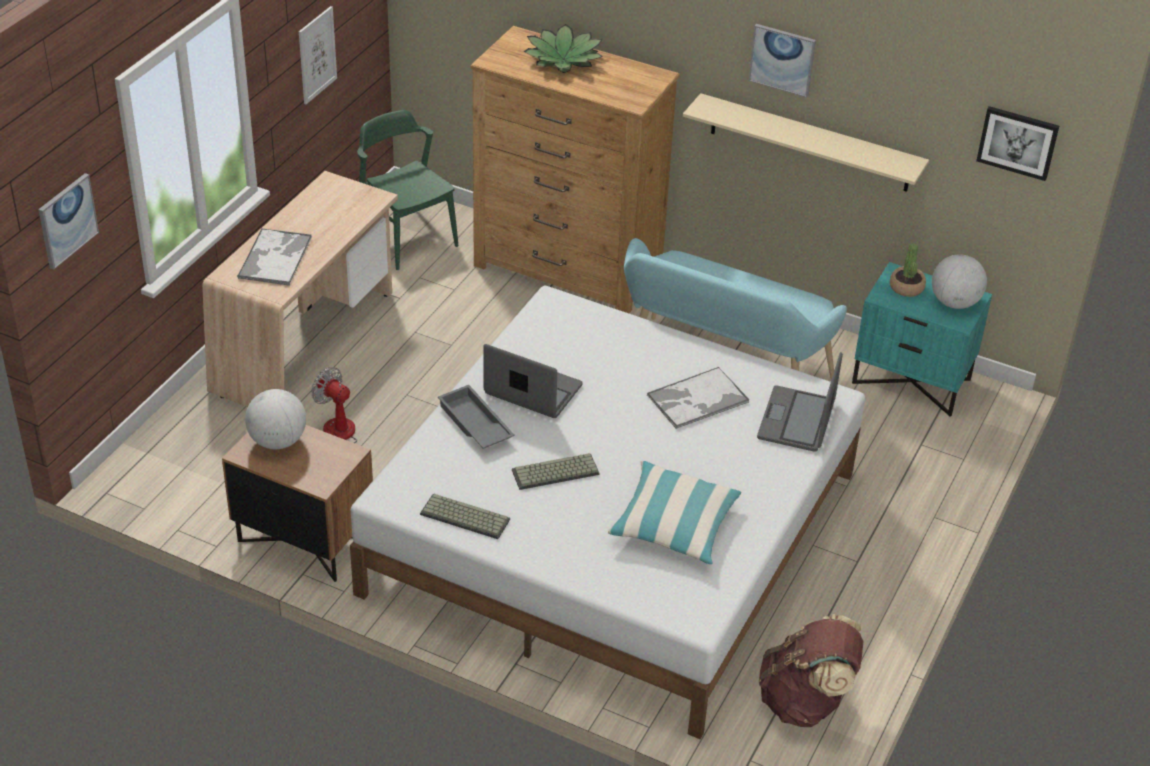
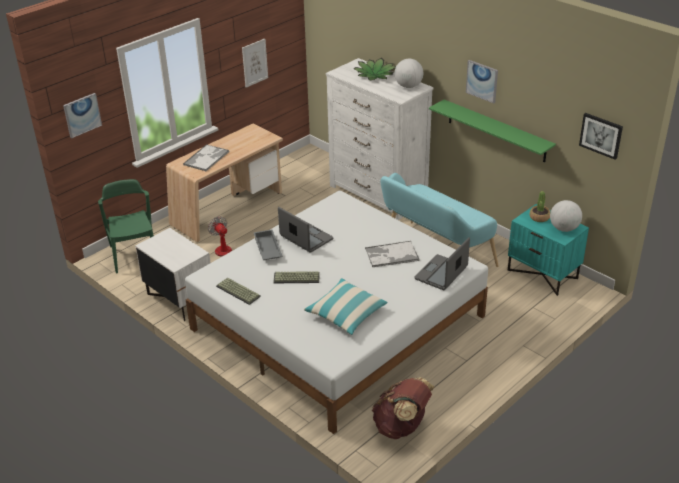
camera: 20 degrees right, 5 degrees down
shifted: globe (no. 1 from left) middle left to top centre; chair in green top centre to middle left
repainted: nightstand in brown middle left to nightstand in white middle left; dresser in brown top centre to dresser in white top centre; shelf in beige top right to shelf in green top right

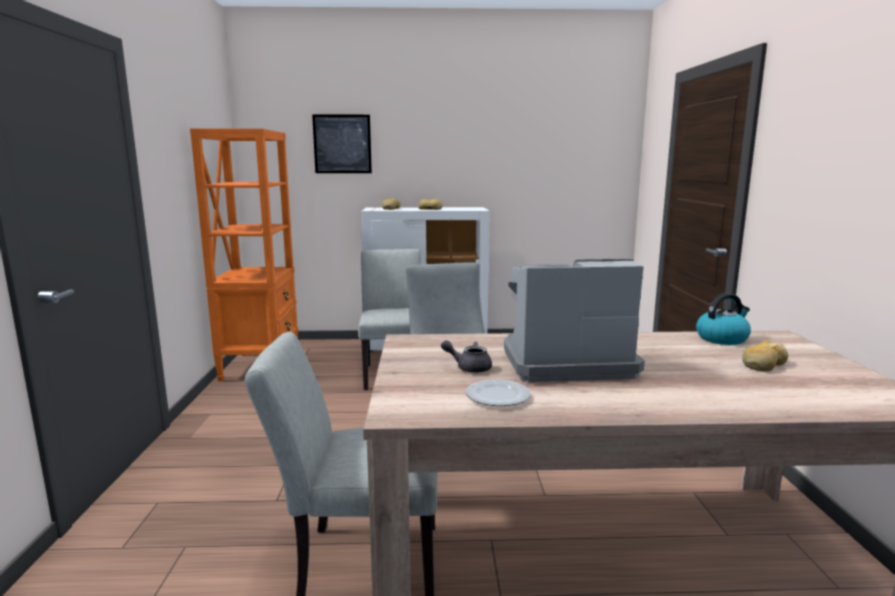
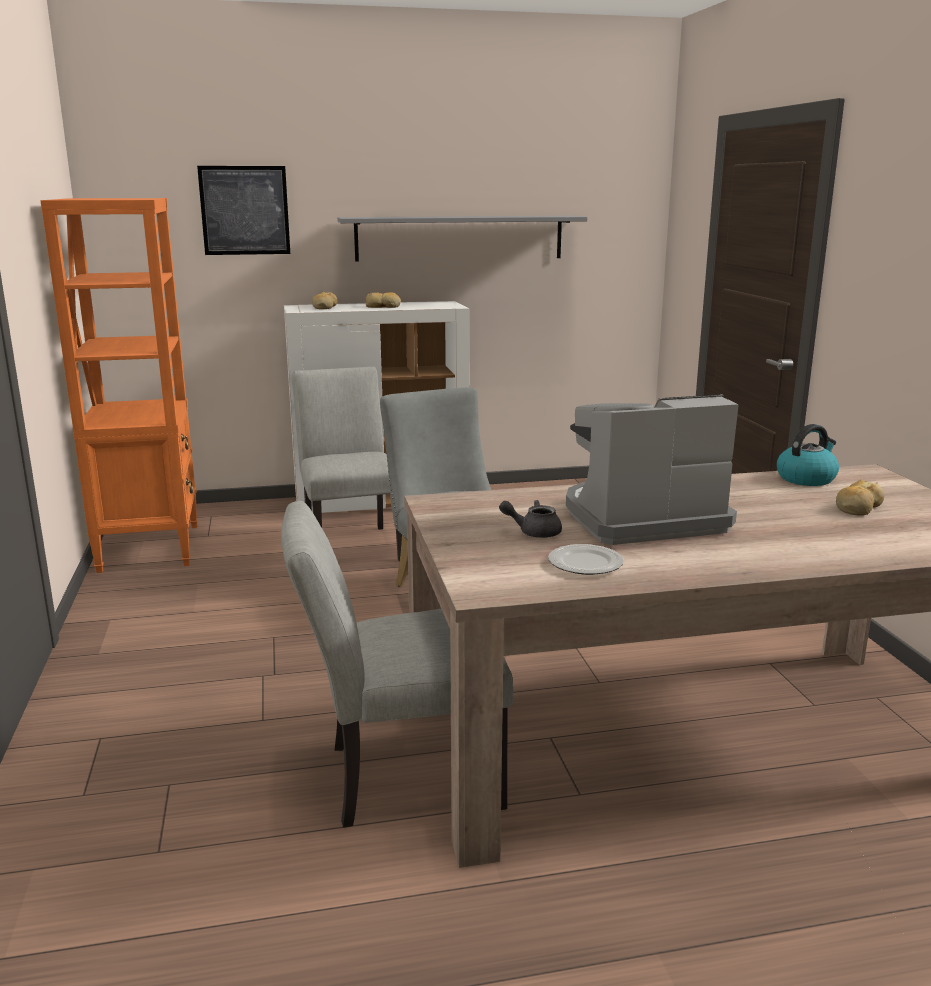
camera: 10 degrees left, 5 degrees up
new: shelf in grey top centre

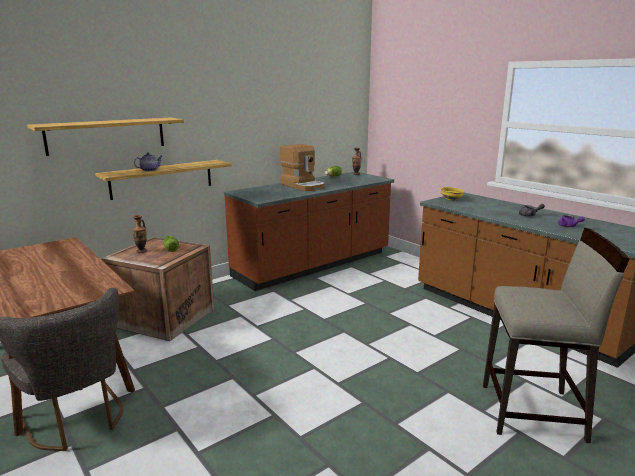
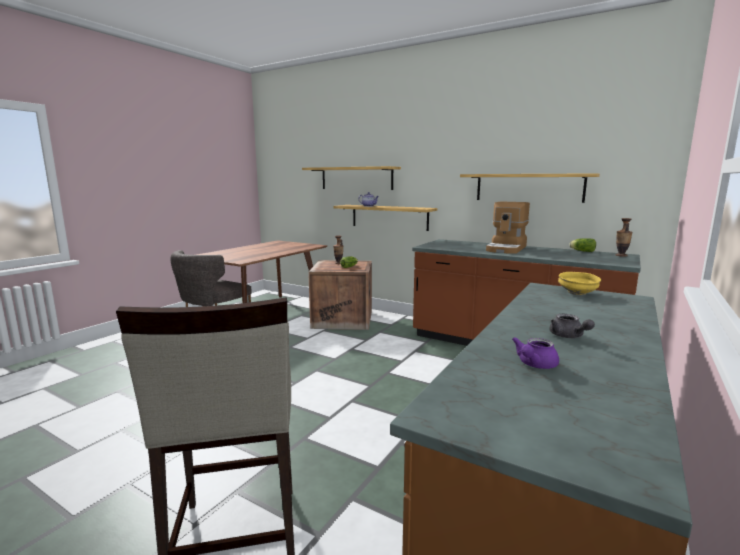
camera: 70 degrees right, 5 degrees down
new: shelf (no. 3 from left) middle right

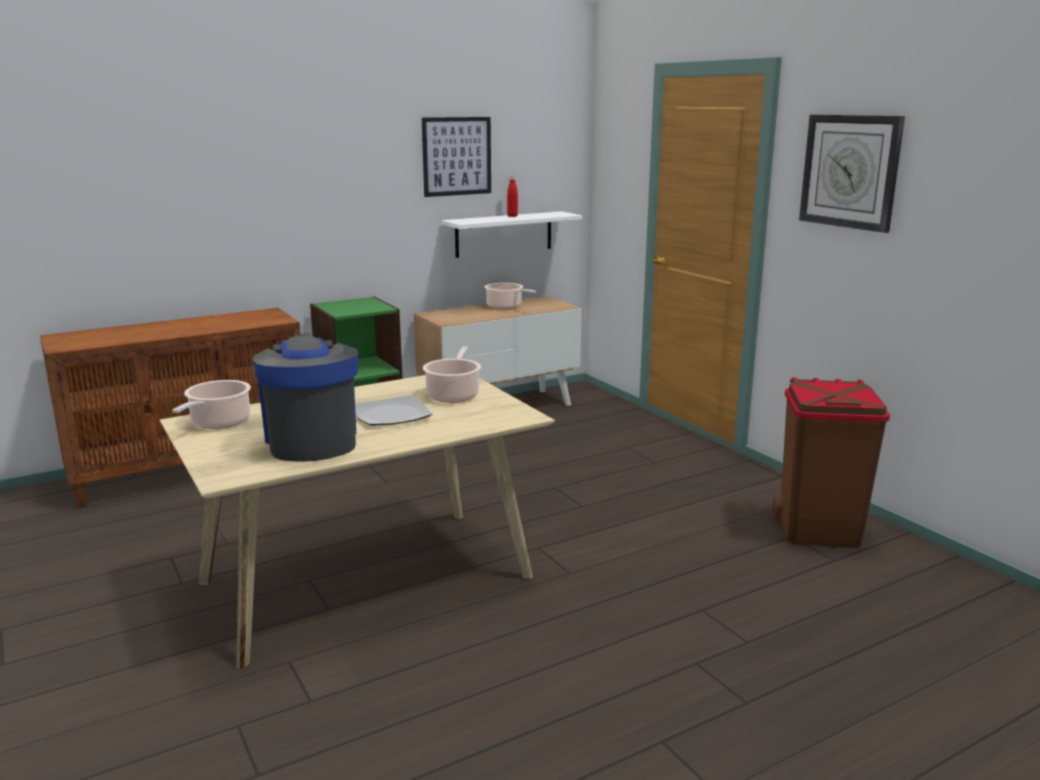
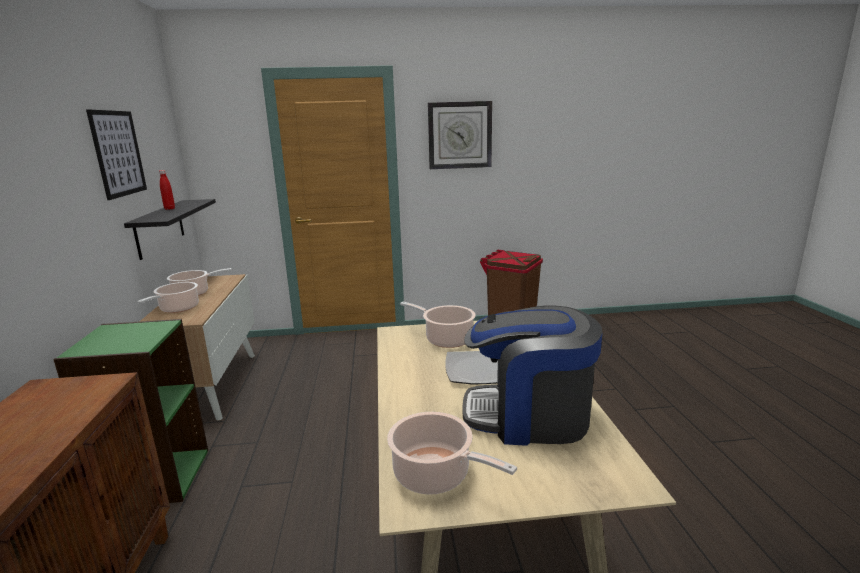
camera: 65 degrees left, 0 degrees up
new: cooking pot (no. 1 from left) middle left
repainted: shelf in white top centre to shelf in black middle left

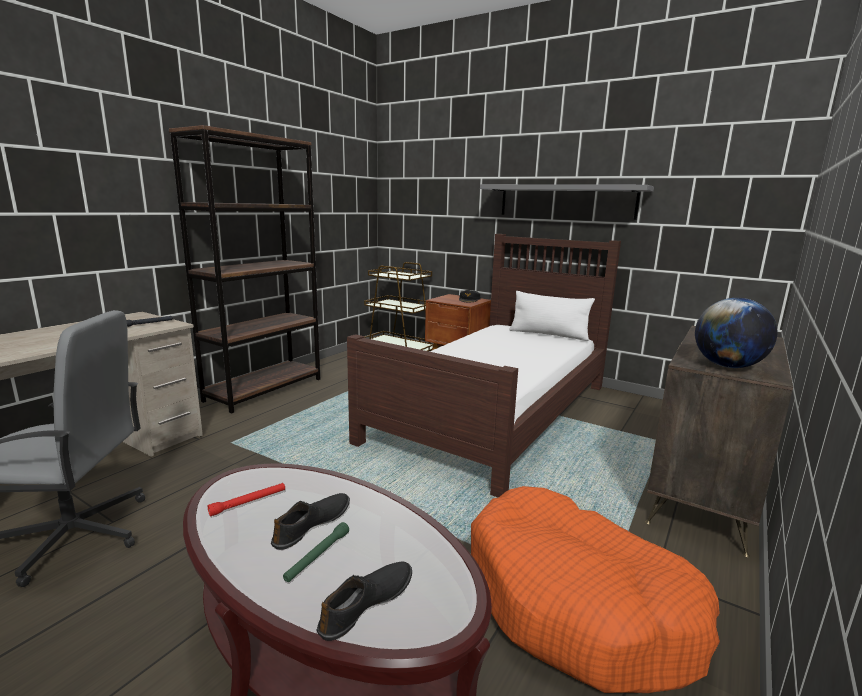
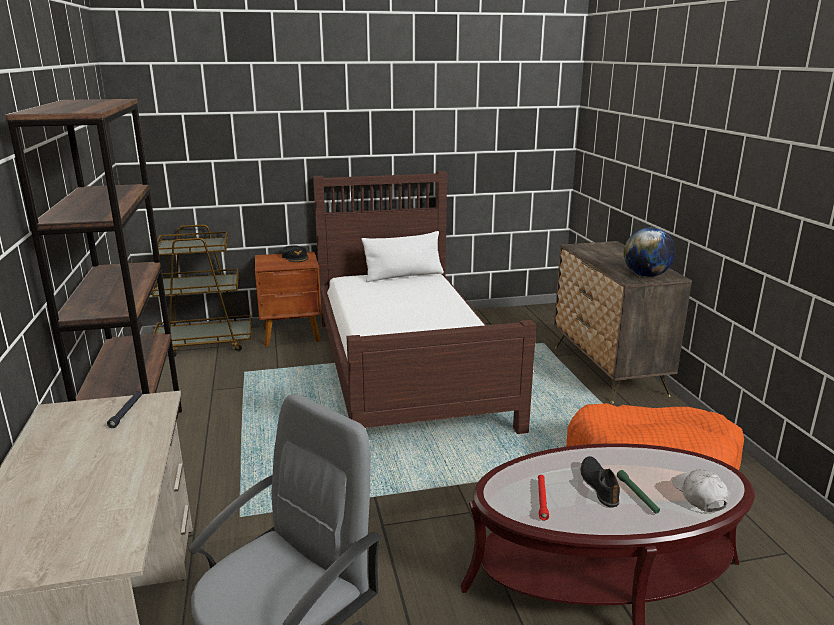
camera: 45 degrees left, 5 degrees up
gone: shelf in grey top centre
swapped: shoe in black (no. 2 from left) bottom centre to cap in white bottom right

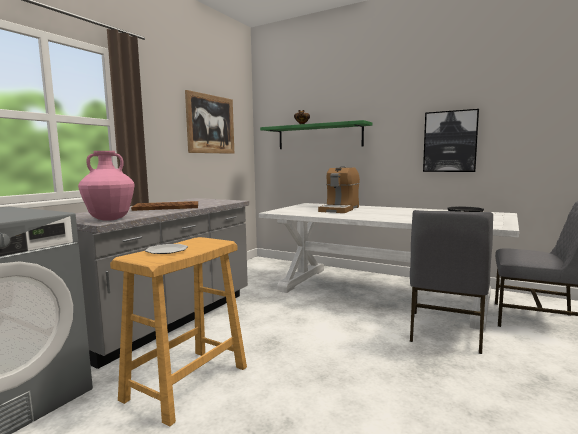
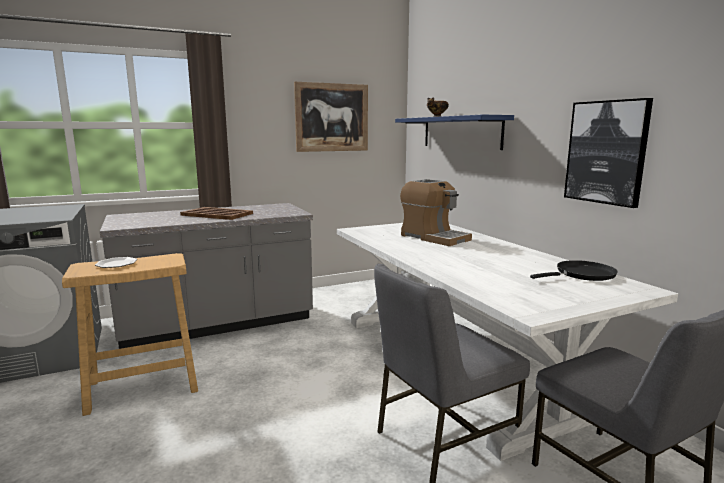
camera: 35 degrees right, 5 degrees up
gone: vase in pink middle left
repainted: shelf in green top centre to shelf in blue top centre
rotated: coffee machine centre = centre 105 degrees counterclockwise

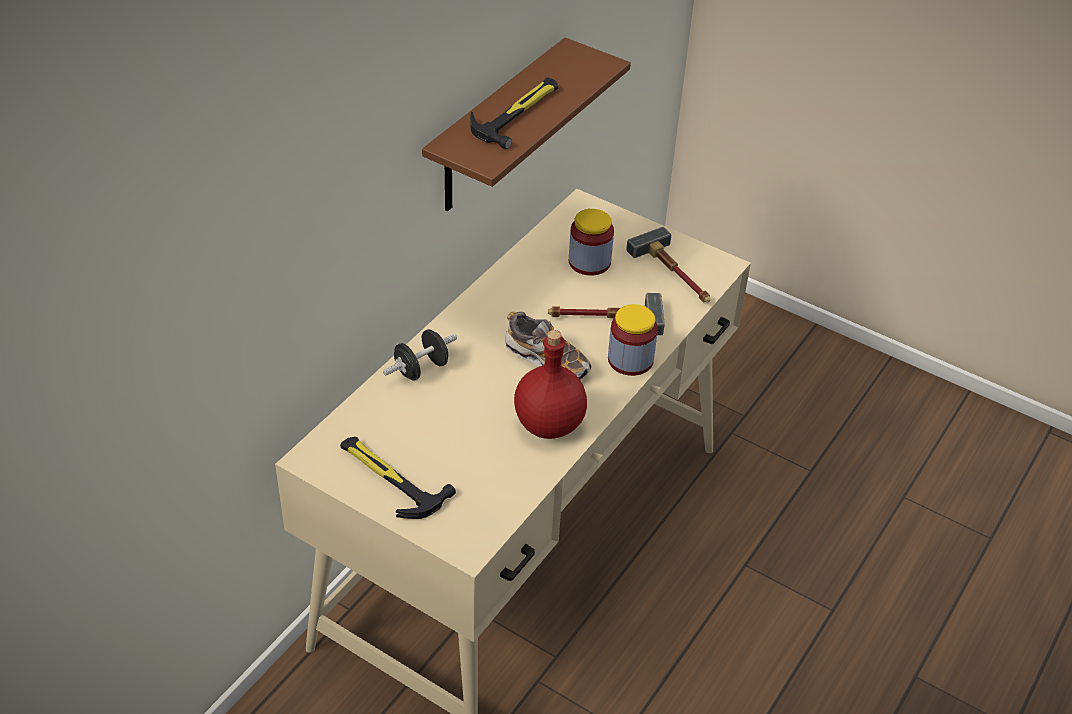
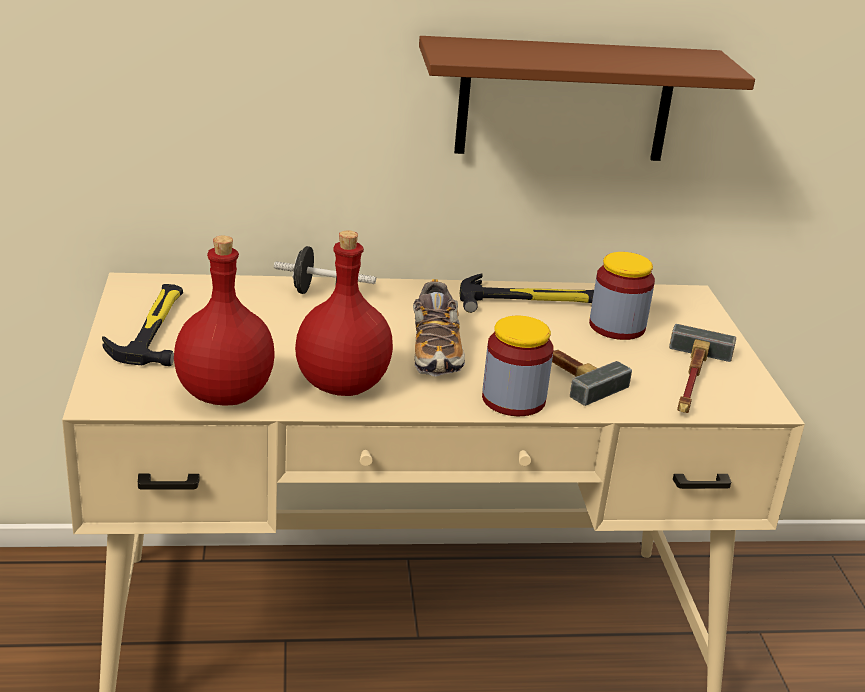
camera: 50 degrees right, 15 degrees down
new: bottle in red (no. 1 from left) middle left
shifted: hammer (no. 2 from left) top centre to centre

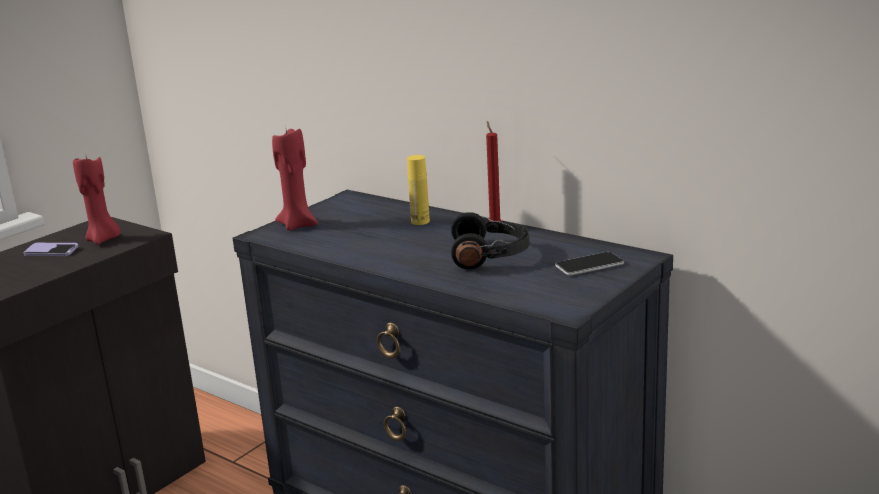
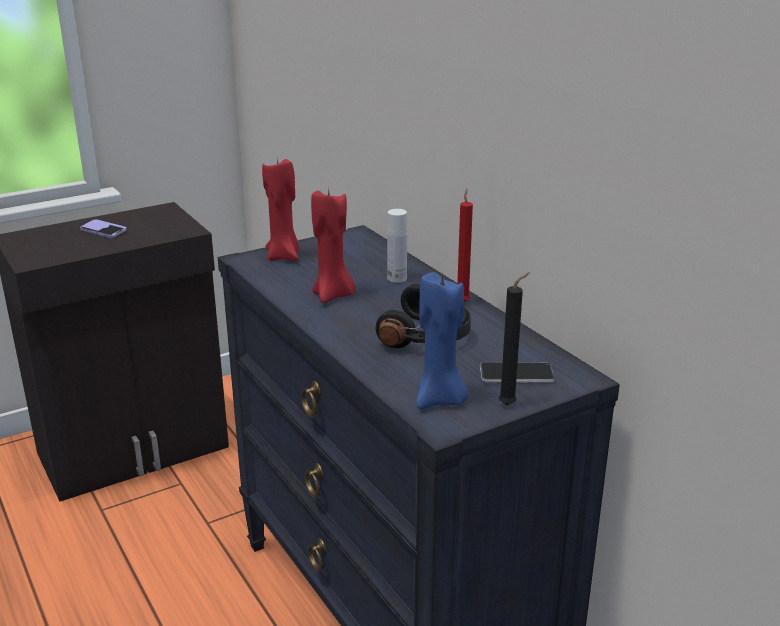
camera: 20 degrees right, 5 degrees up
new: candle in blue centre; candle in black centre
shifted: candle in red (no. 1 from left in the first image) middle left to candle in red (no. 2 from left) centre
repainted: bottle in yellow centre to bottle in white centre

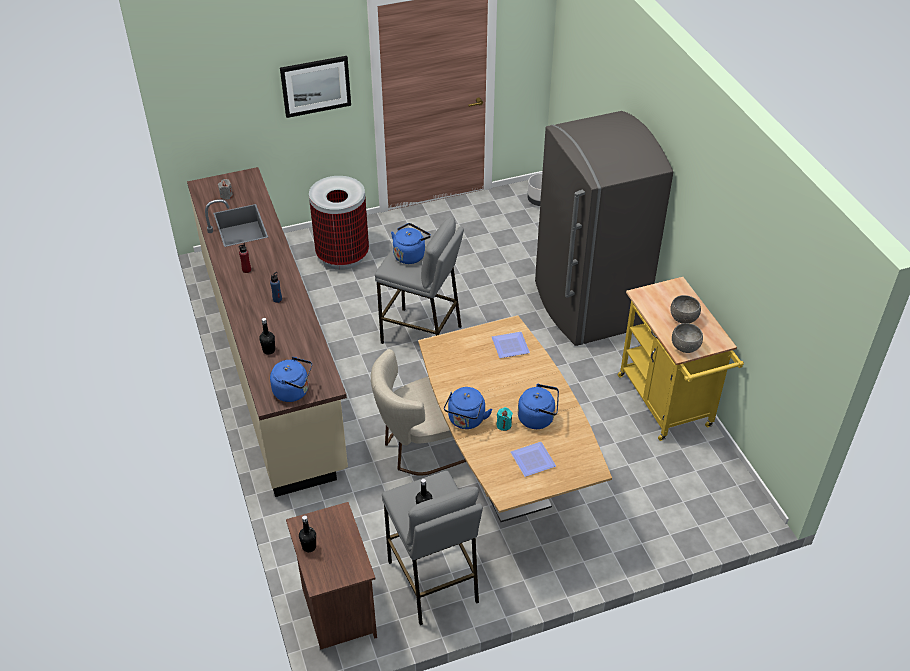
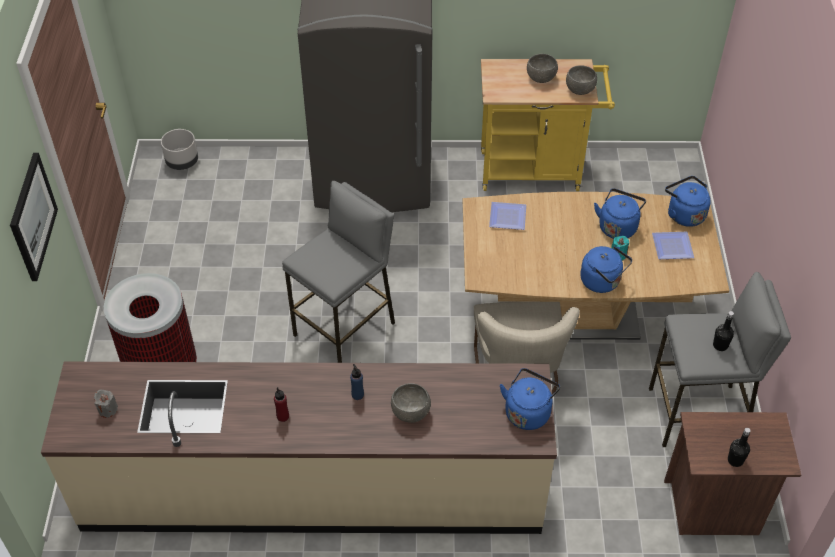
camera: 70 degrees left, 5 degrees up
gone: bottle in black (no. 1 from left) middle left
new: bowl in grey (no. 1 from left) bottom centre
shifted: kettle in blue (no. 2 from left in the first image) centre to kettle in blue (no. 4 from left) middle right

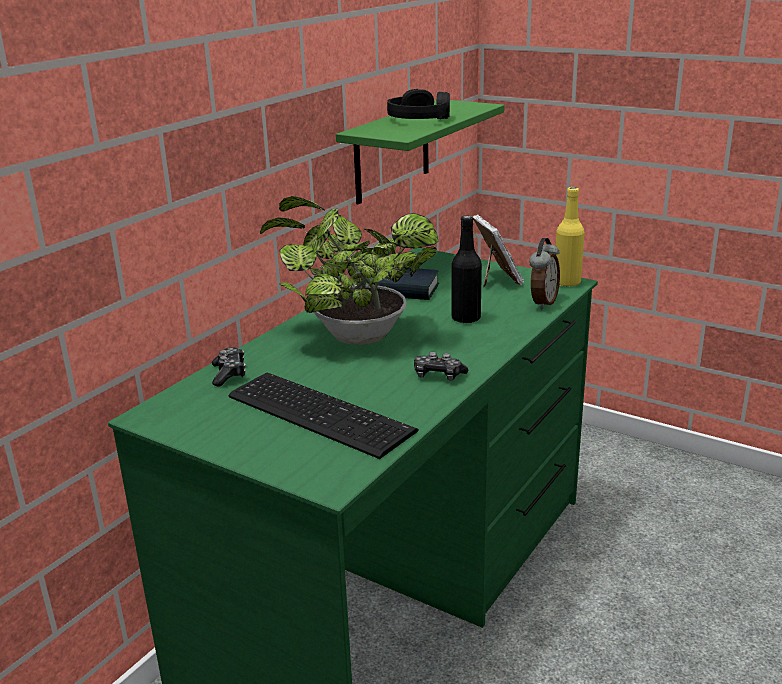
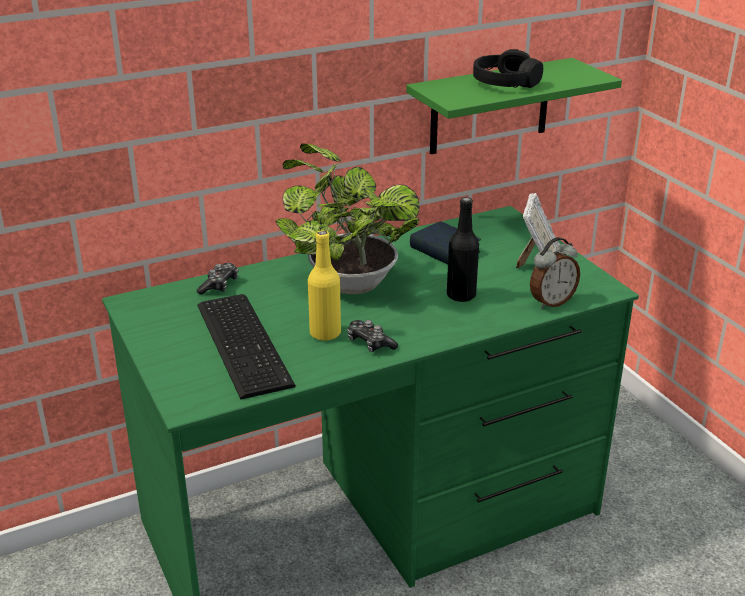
camera: 30 degrees right, 5 degrees up
shifted: bottle in yellow middle right to centre

